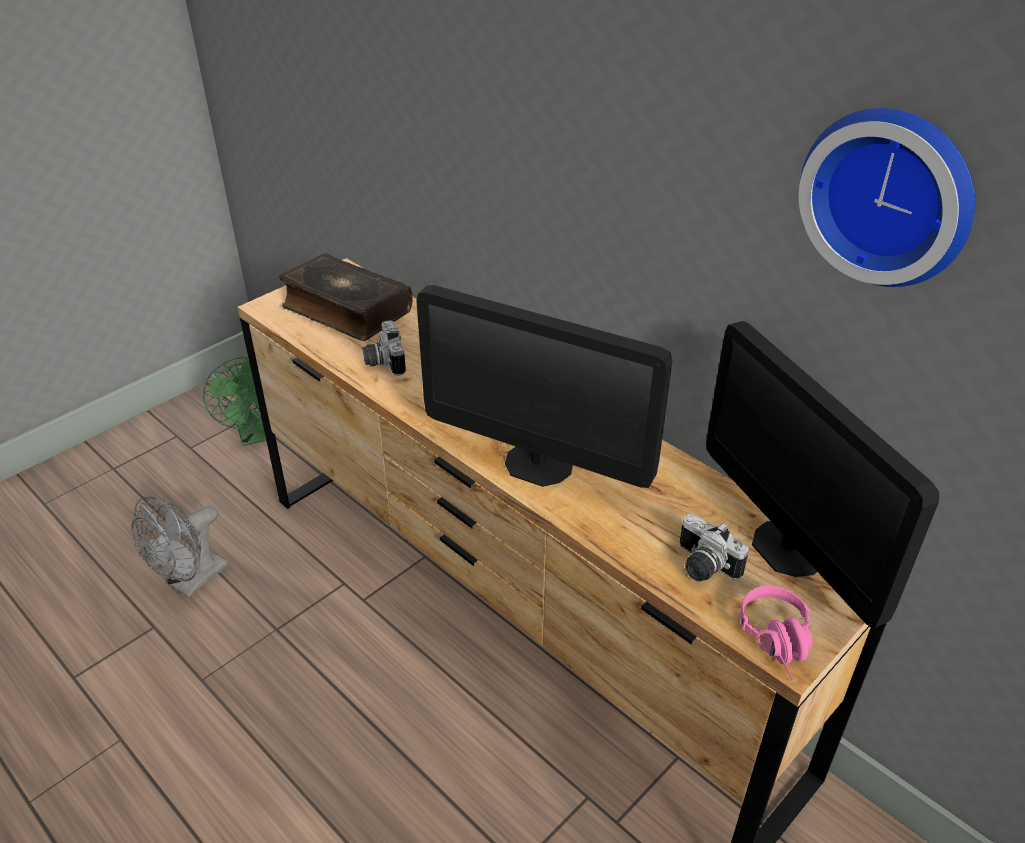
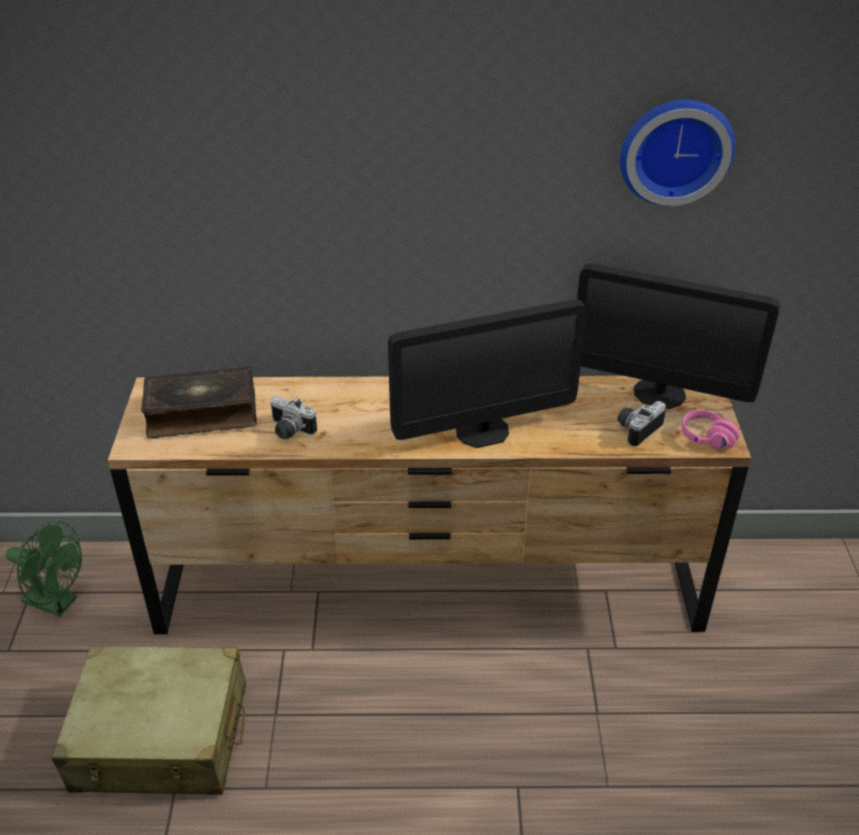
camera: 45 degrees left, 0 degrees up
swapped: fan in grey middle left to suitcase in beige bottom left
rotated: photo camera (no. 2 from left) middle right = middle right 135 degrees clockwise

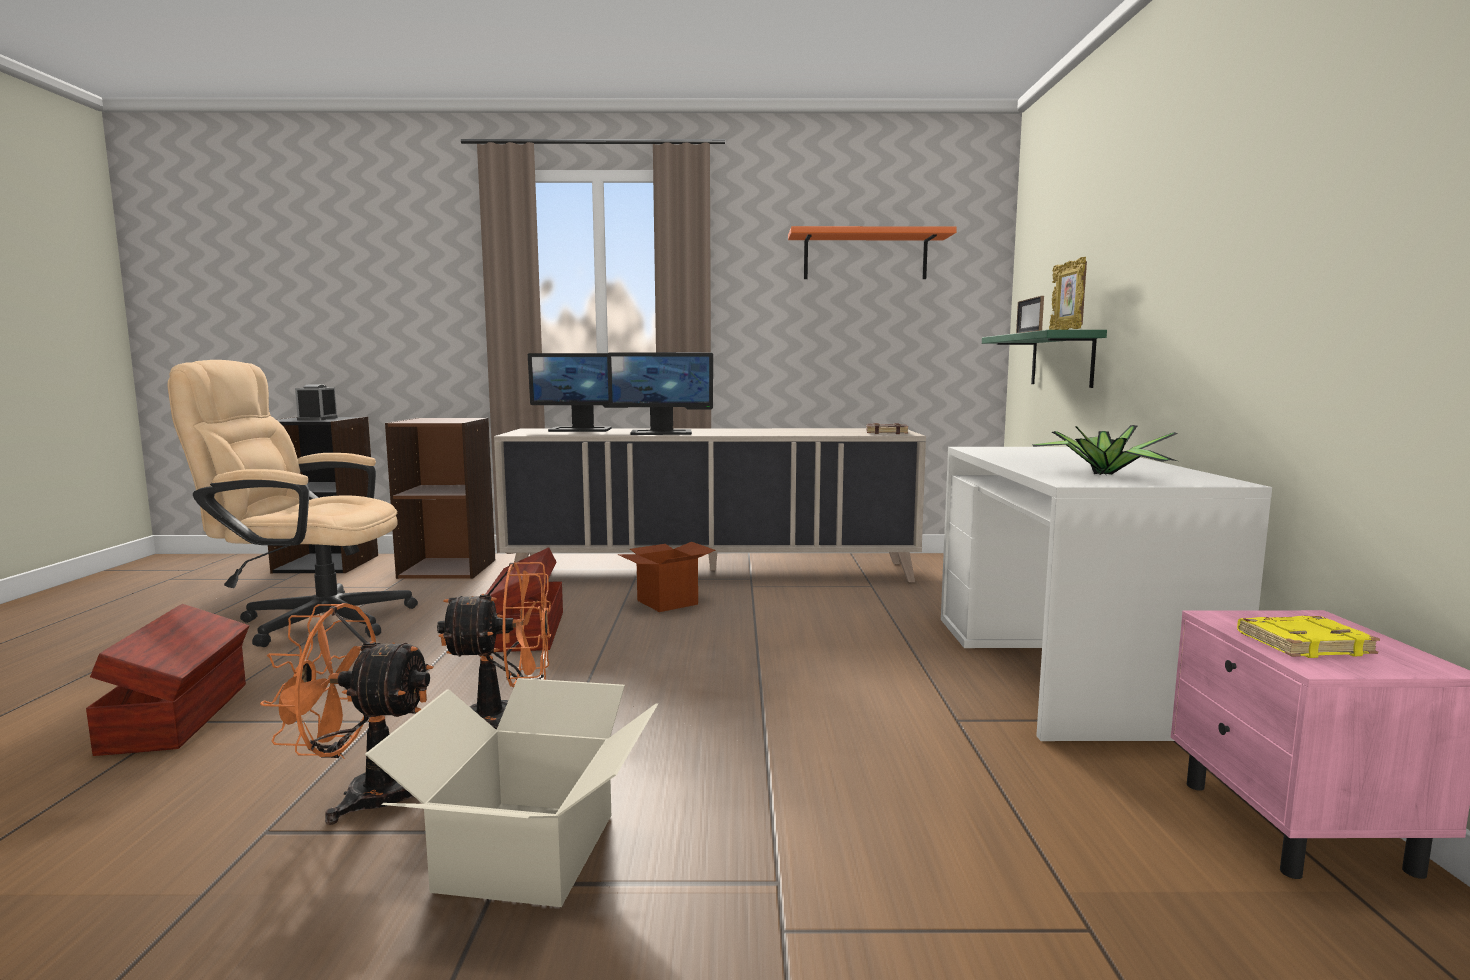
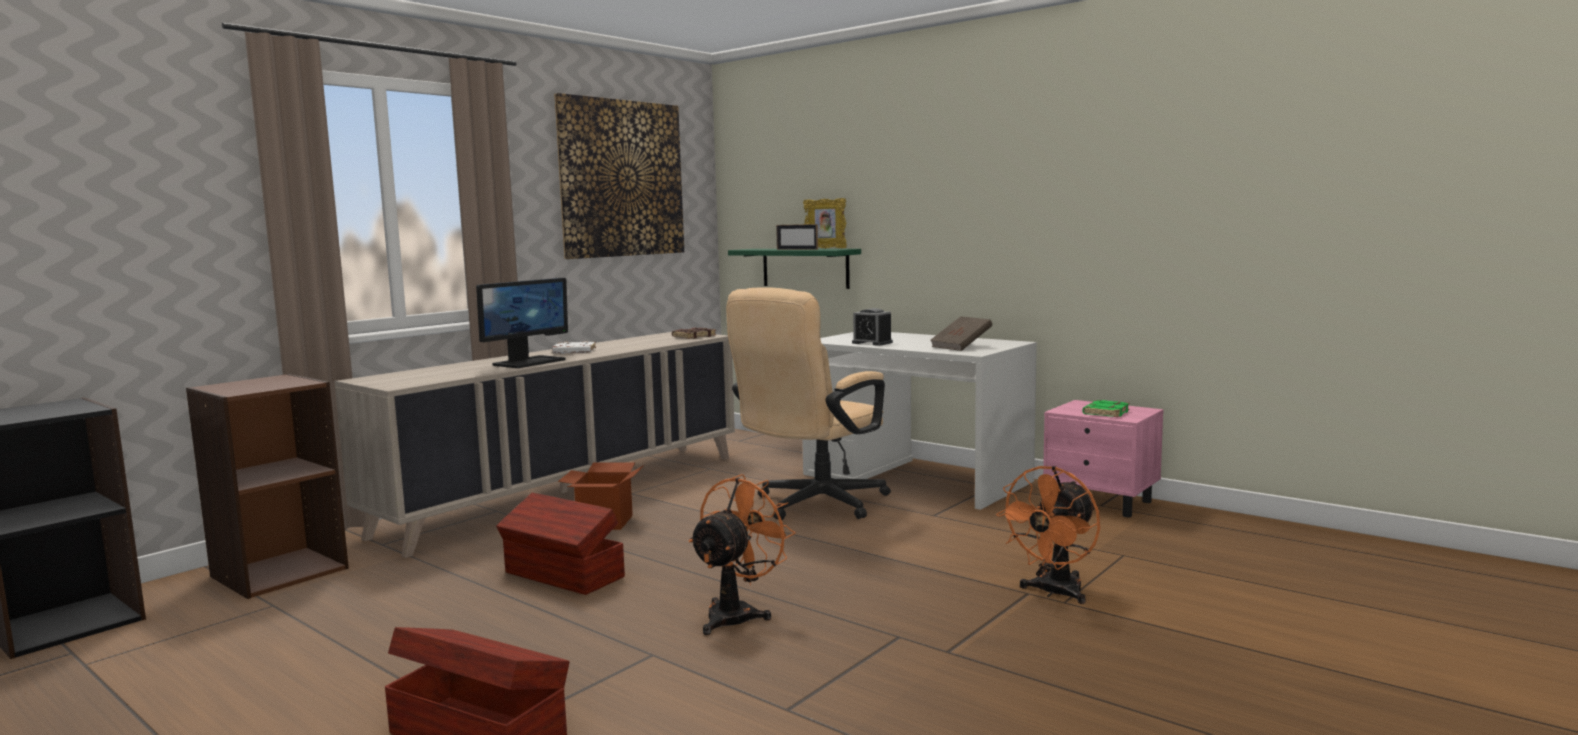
camera: 50 degrees left, 0 degrees up
gone: cardboard box (no. 1 from left) bottom centre; monitor (no. 1 from left) centre
new: book in white centre
shifted: office chair in beige middle left to centre; fan in orange (no. 1 from left in the first image) bottom left to fan in orange (no. 2 from left) bottom centre; alarm clock middle left to centre
swapped: shelf in orange top centre to picture top centre; potted plant middle right to book in brown (no. 2 from left) centre
repainted: book in yellow middle right to book in green middle right

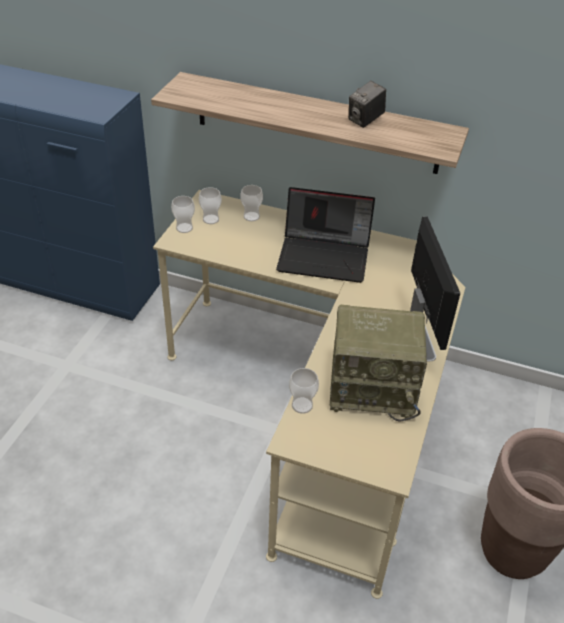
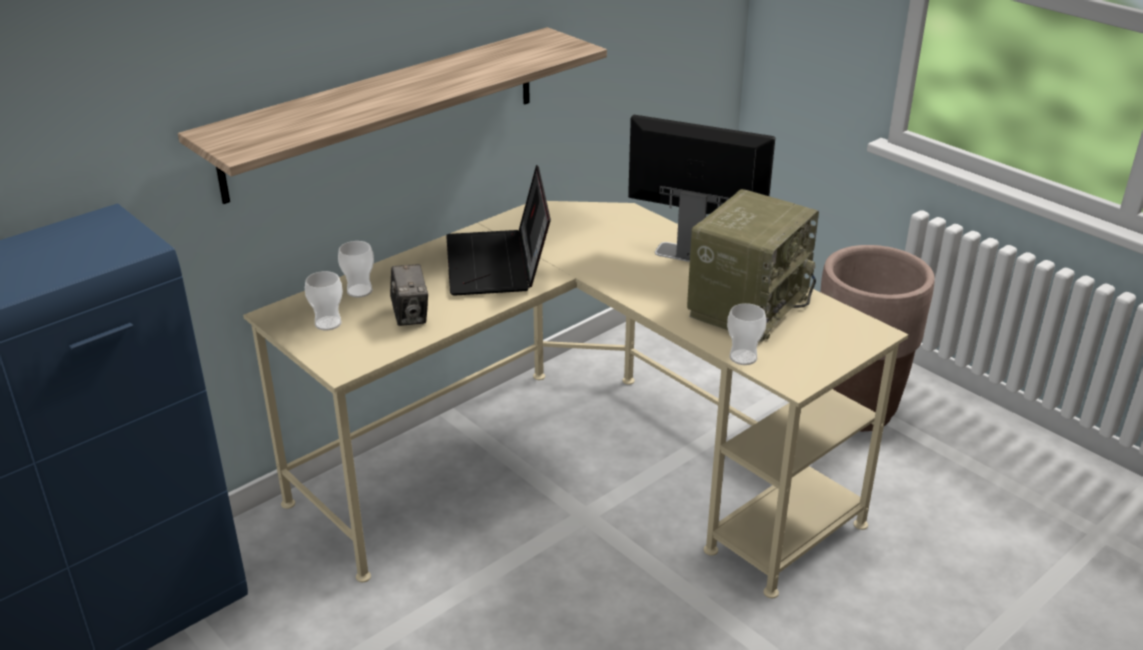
camera: 60 degrees left, 10 degrees down
gone: cup (no. 1 from left) middle left
shifted: photo camera top centre to centre
rotated: laptop centre = centre 135 degrees clockwise

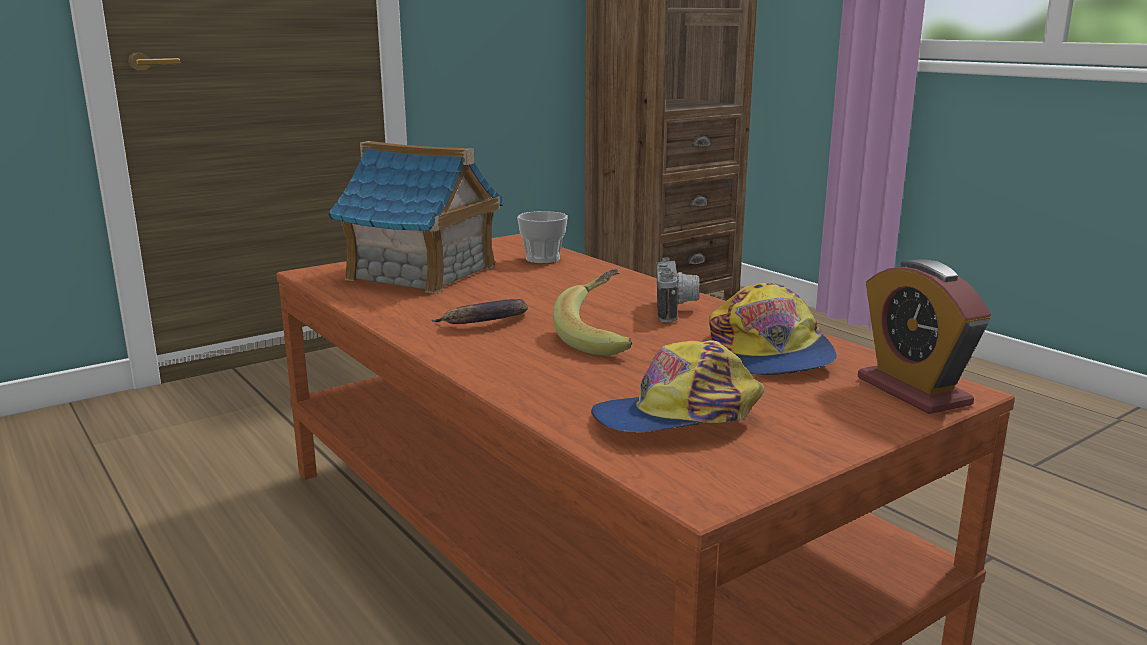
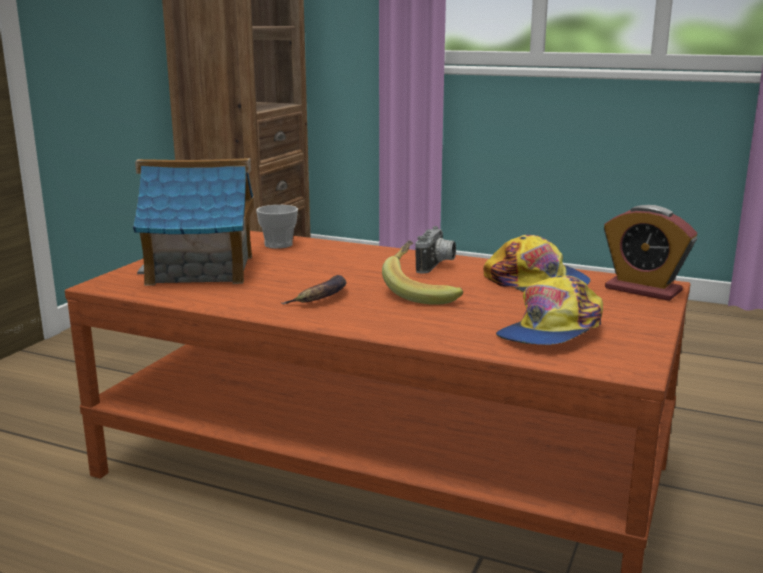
camera: 30 degrees left, 0 degrees up
rotated: photo camera centre = centre 45 degrees clockwise

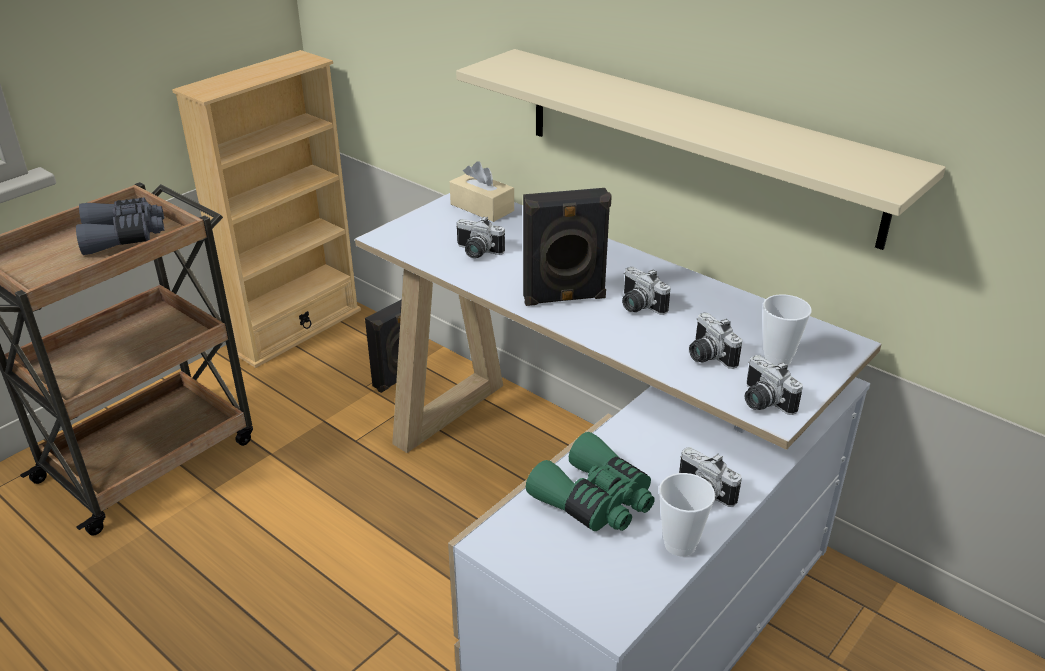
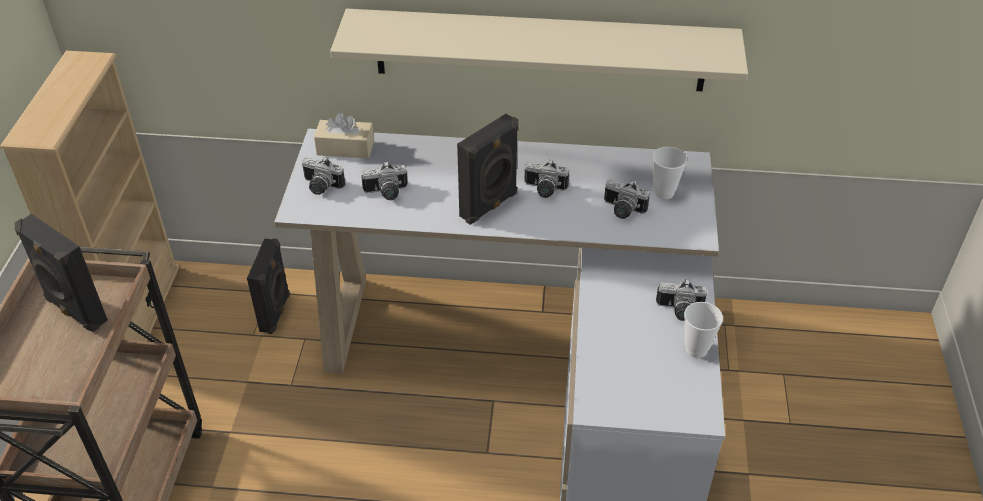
camera: 35 degrees left, 10 degrees up
gone: binoculars in green bottom centre
shifted: photo camera (no. 5 from left in the first image) middle right to photo camera (no. 1 from left) middle left
swapped: binoculars in grey middle left to speaker in black (no. 1 from left) middle left

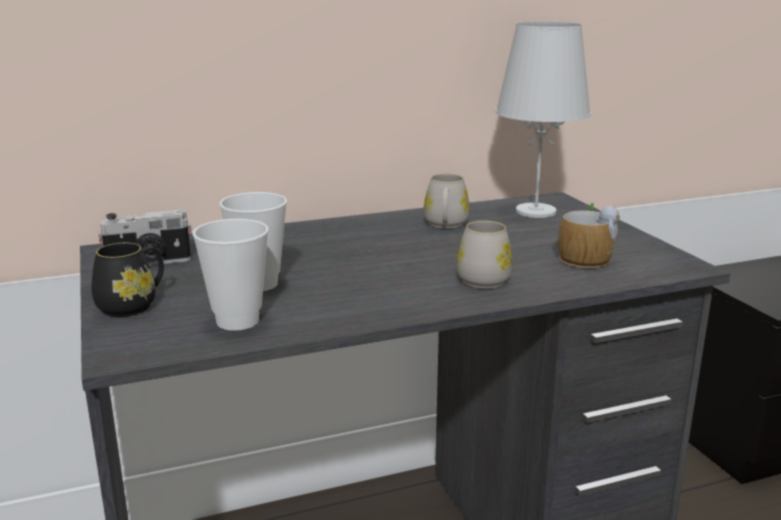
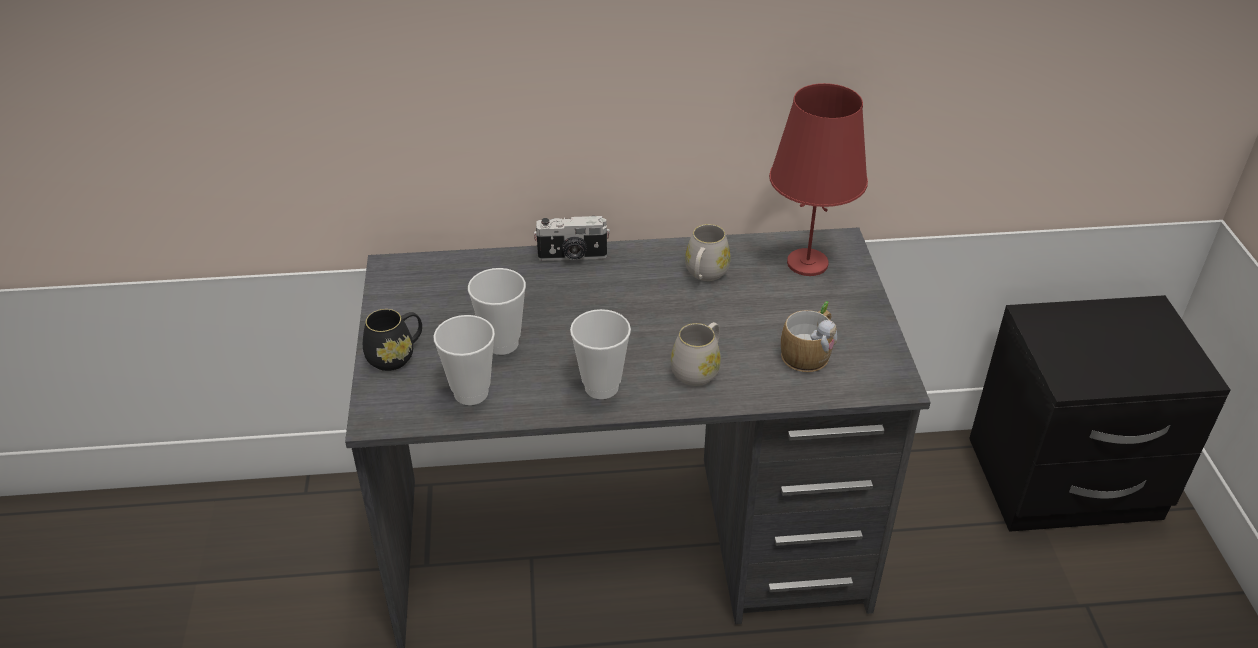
camera: 15 degrees right, 20 degrees up
new: cup (no. 3 from left) centre
shifted: photo camera middle left to centre
repainted: table lamp in white top right to table lamp in red top centre

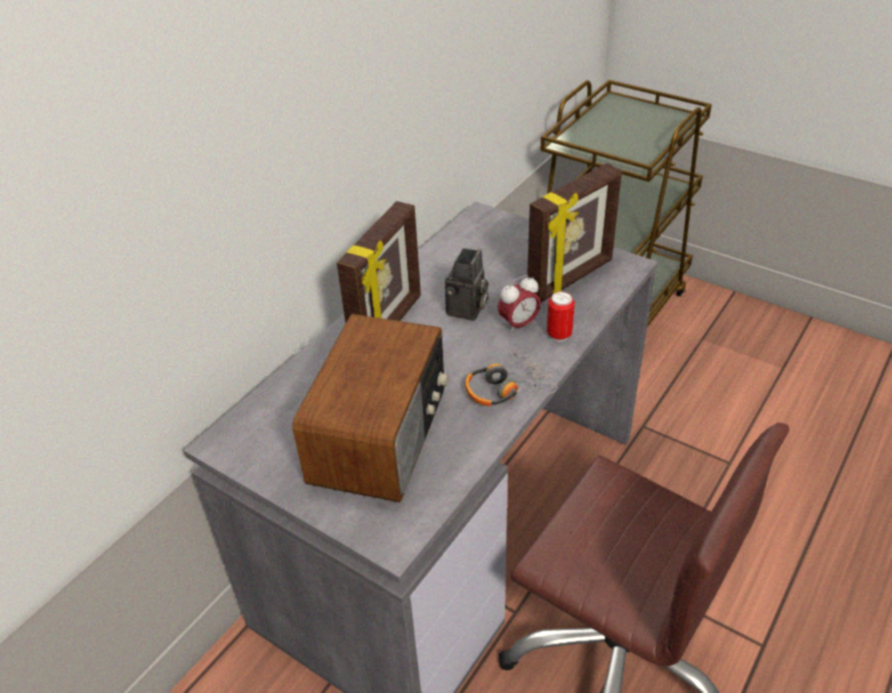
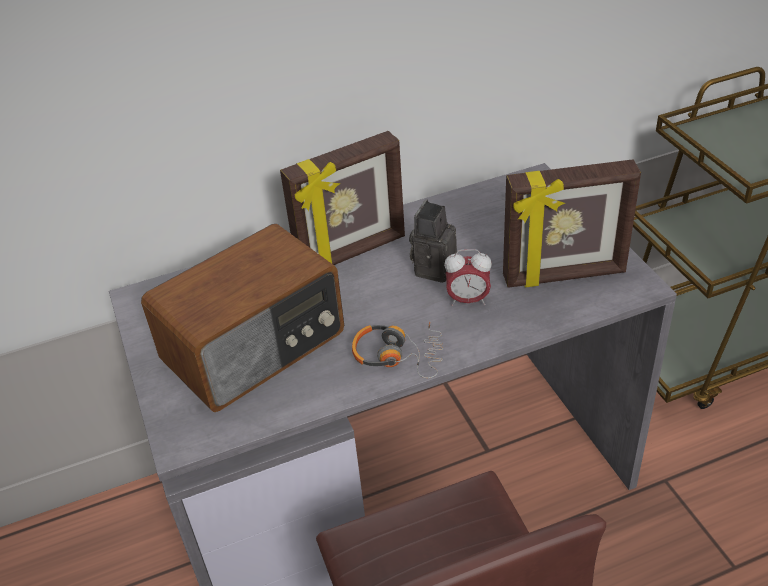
camera: 35 degrees right, 0 degrees up
gone: can centre
rotated: photo camera centre = centre 150 degrees clockwise

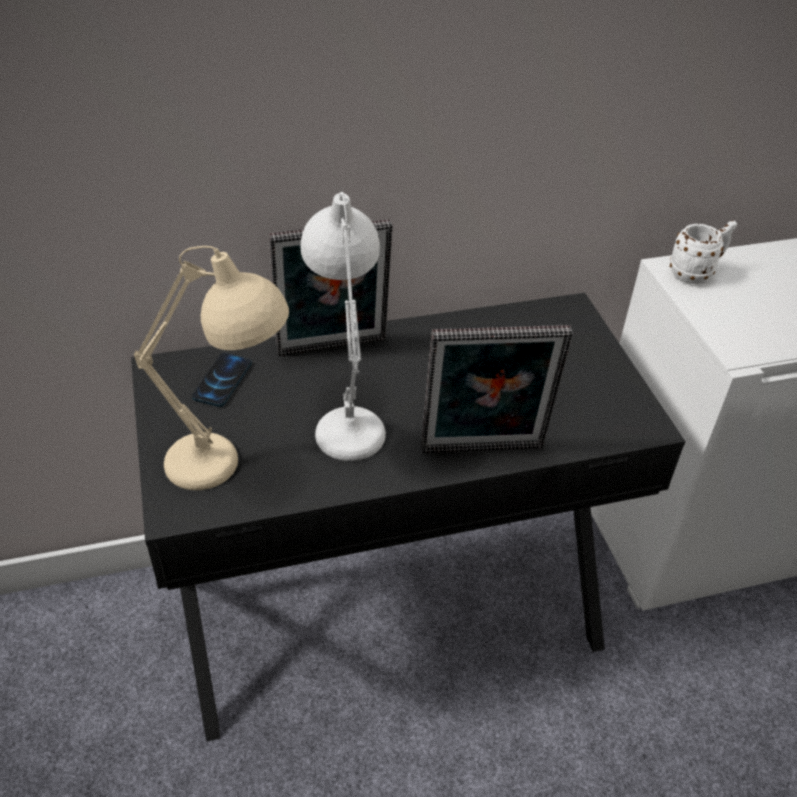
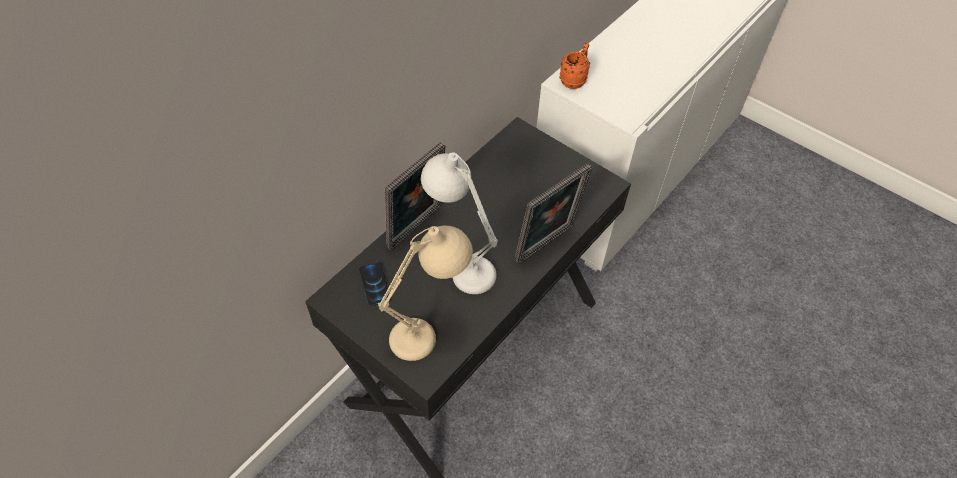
camera: 35 degrees left, 10 degrees up
repainted: mug in white top right to mug in orange top centre

